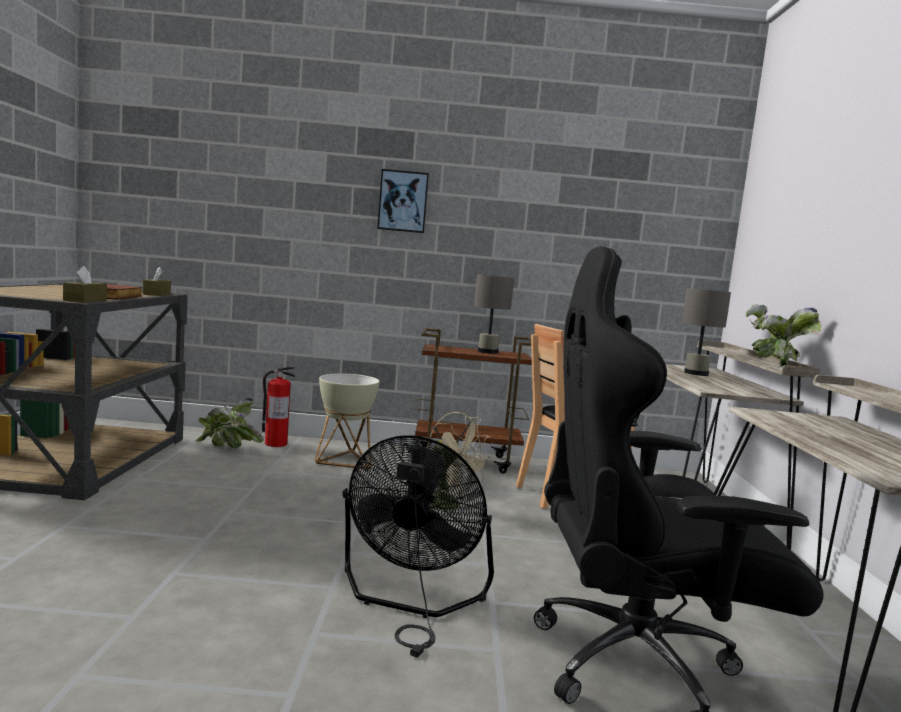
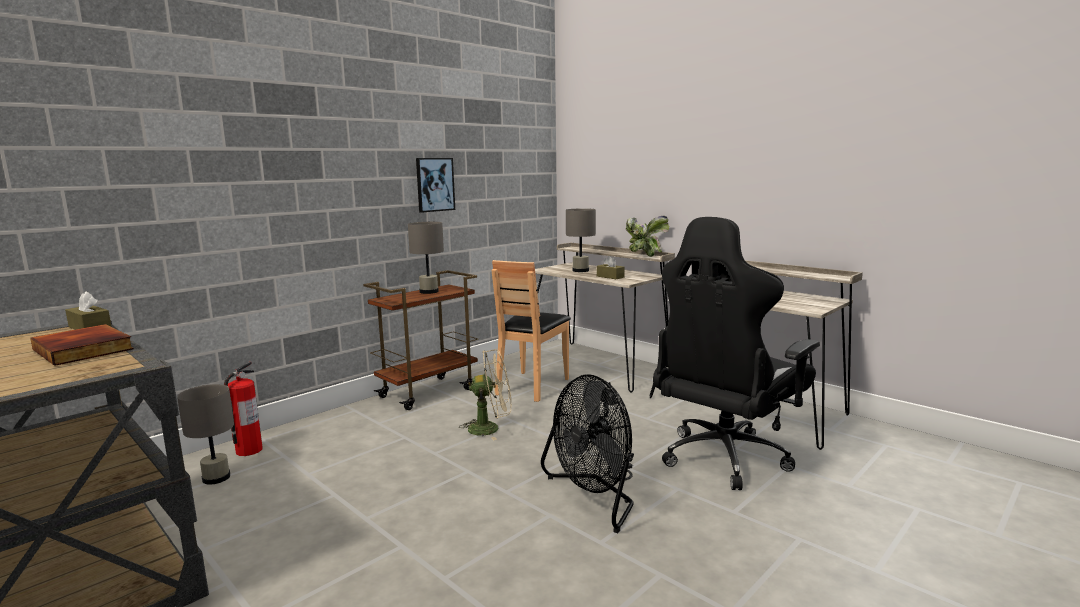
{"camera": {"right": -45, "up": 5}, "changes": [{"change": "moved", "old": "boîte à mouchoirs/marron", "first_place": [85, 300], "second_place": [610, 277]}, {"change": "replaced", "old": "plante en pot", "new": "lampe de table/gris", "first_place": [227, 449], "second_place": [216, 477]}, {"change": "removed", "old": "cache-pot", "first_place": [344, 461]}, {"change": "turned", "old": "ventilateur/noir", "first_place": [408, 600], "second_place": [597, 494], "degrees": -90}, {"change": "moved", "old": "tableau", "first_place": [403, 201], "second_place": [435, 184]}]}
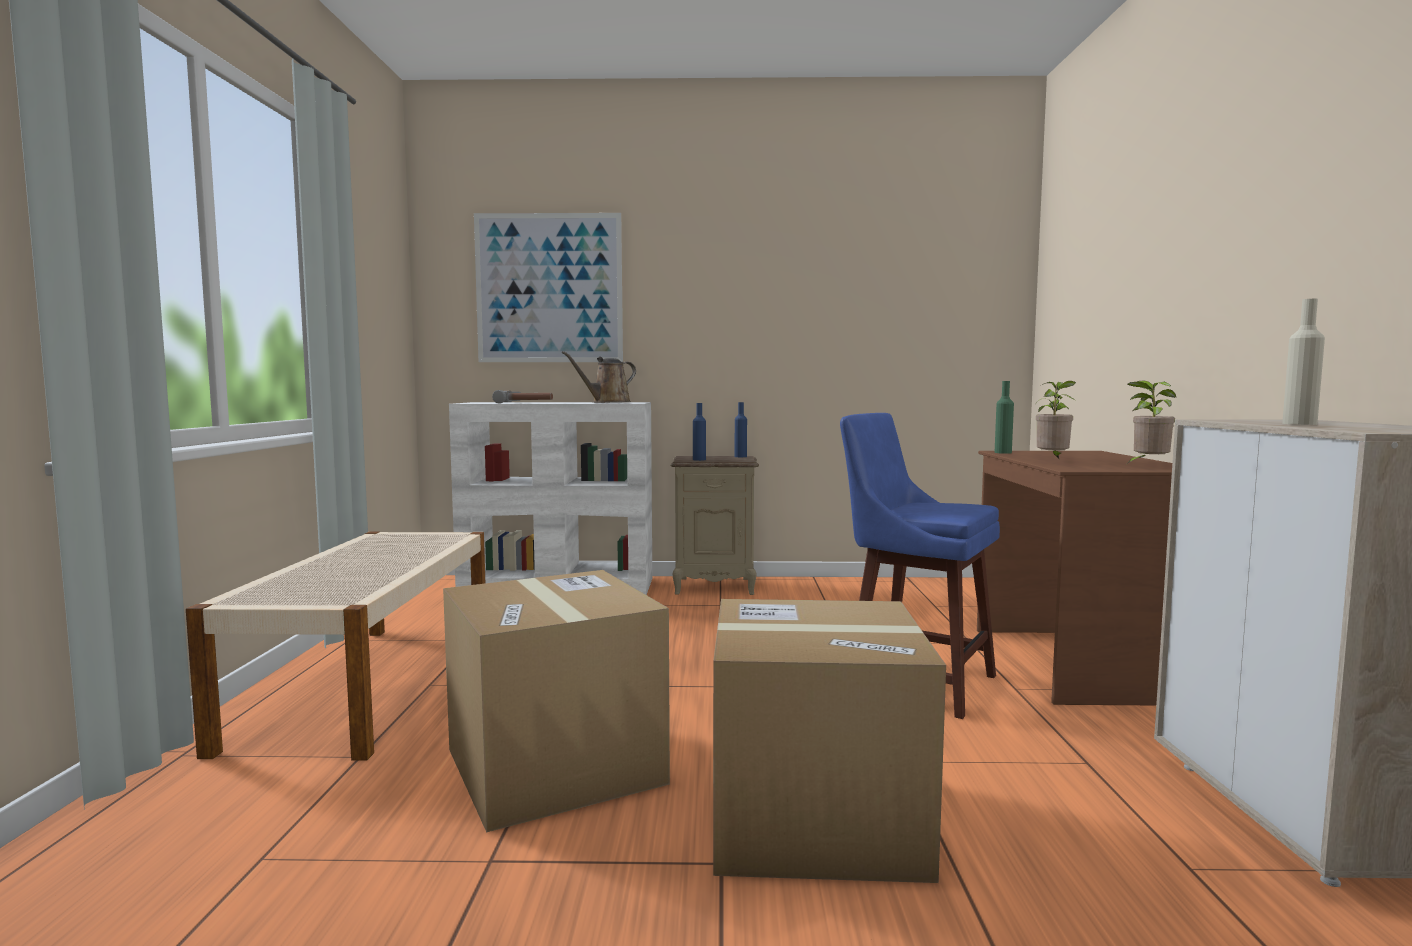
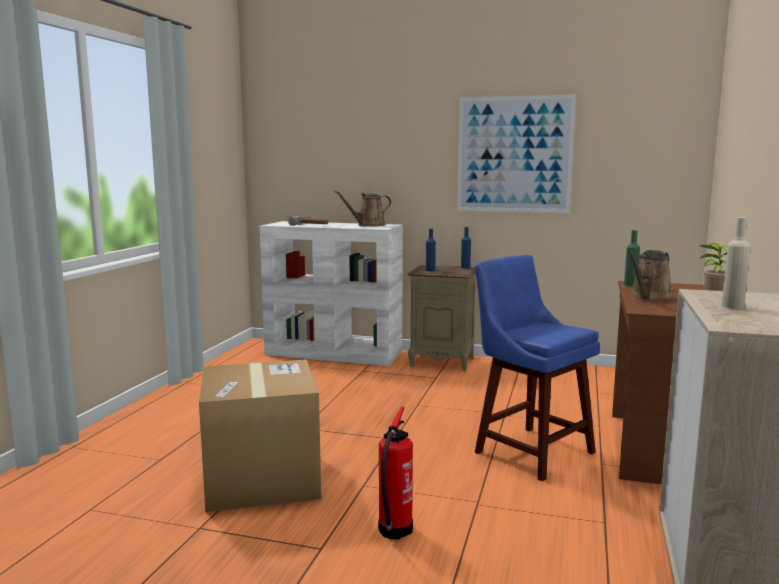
{"camera": {"right": 15, "up": 5}, "changes": [{"change": "removed", "old": "banc/beige", "first_place": [369, 683]}, {"change": "moved", "old": "tableau", "first_place": [549, 288], "second_place": [514, 154]}, {"change": "replaced", "old": "carton", "new": "extincteur", "first_place": [815, 818], "second_place": [393, 531]}, {"change": "replaced", "old": "plante en pot", "new": "arrosoir/marron", "first_place": [1053, 460], "second_place": [649, 298]}]}
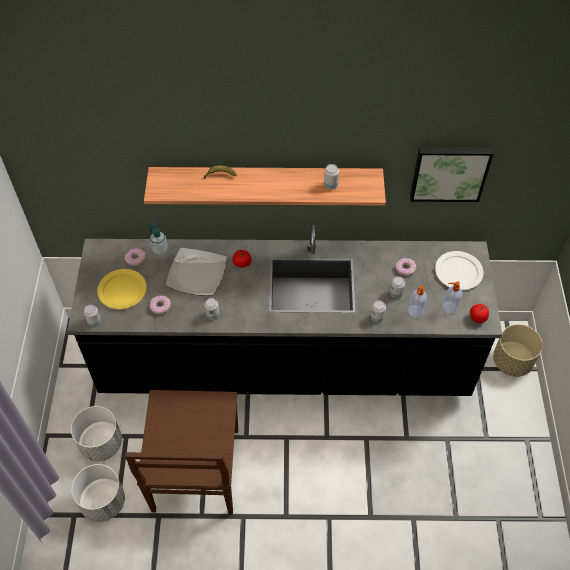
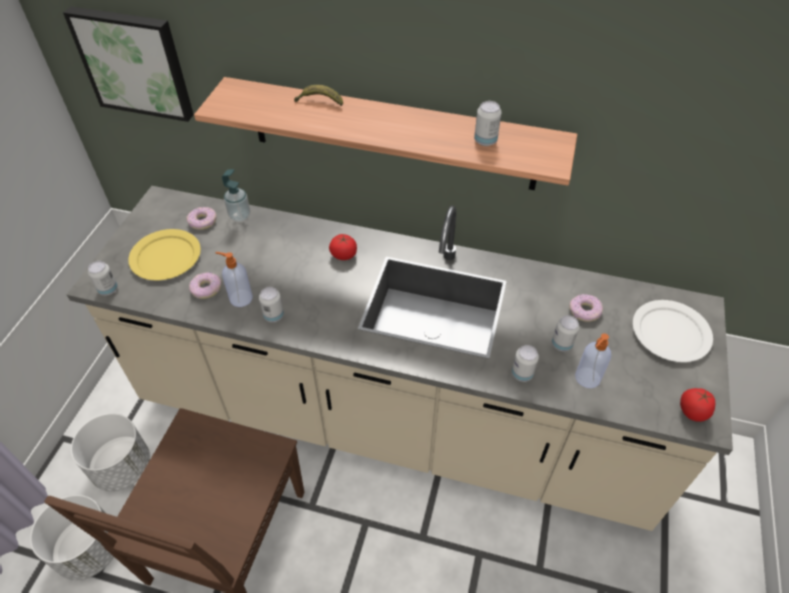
{"camera": {"right": 15, "up": -5}, "changes": [{"change": "recoloured", "old": "comptoir de cuisine/noir", "new": "comptoir de cuisine/beige", "first_place": [285, 365], "second_place": [394, 419]}, {"change": "removed", "old": "assiette", "first_place": [196, 273]}, {"change": "moved", "old": "tableau", "first_place": [449, 172], "second_place": [135, 63]}, {"change": "moved", "old": "distributeur de savon", "first_place": [449, 307], "second_place": [240, 298]}, {"change": "removed", "old": "cache-pot/beige", "first_place": [511, 362]}]}
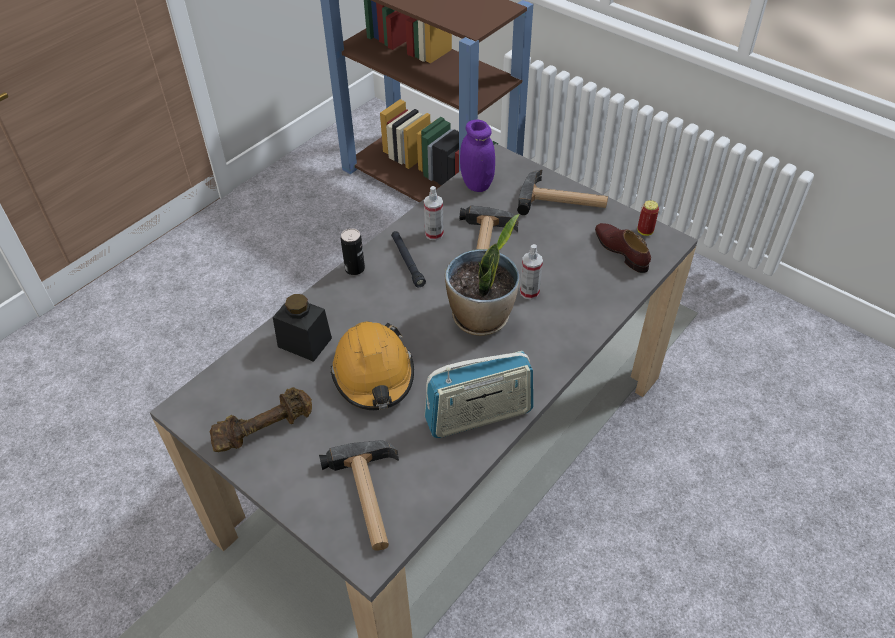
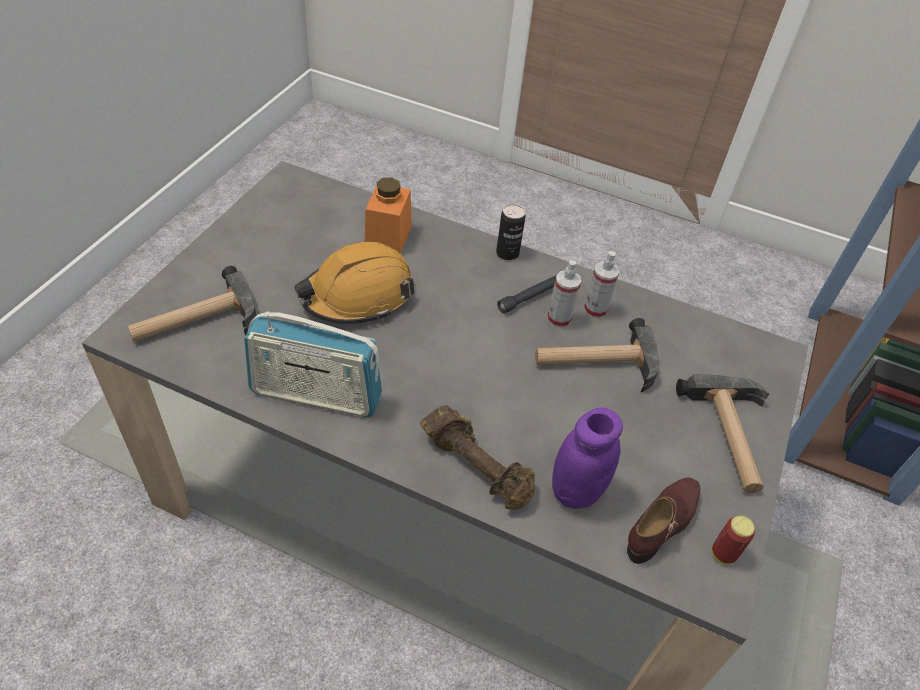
{"camera": {"right": 70, "up": 0}, "changes": [{"change": "moved", "old": "haltère/marron", "first_place": [263, 429], "second_place": [477, 467]}, {"change": "recoloured", "old": "bocal/noir", "new": "bocal/orange", "first_place": [304, 342], "second_place": [388, 237]}, {"change": "turned", "old": "radio", "first_place": [479, 416], "second_place": [316, 395], "degrees": -45}, {"change": "removed", "old": "plante en pot", "first_place": [481, 318]}, {"change": "moved", "old": "bocal/violet", "first_place": [477, 184], "second_place": [576, 491]}, {"change": "moved", "old": "vaporisateur", "first_place": [529, 292], "second_place": [559, 319]}]}
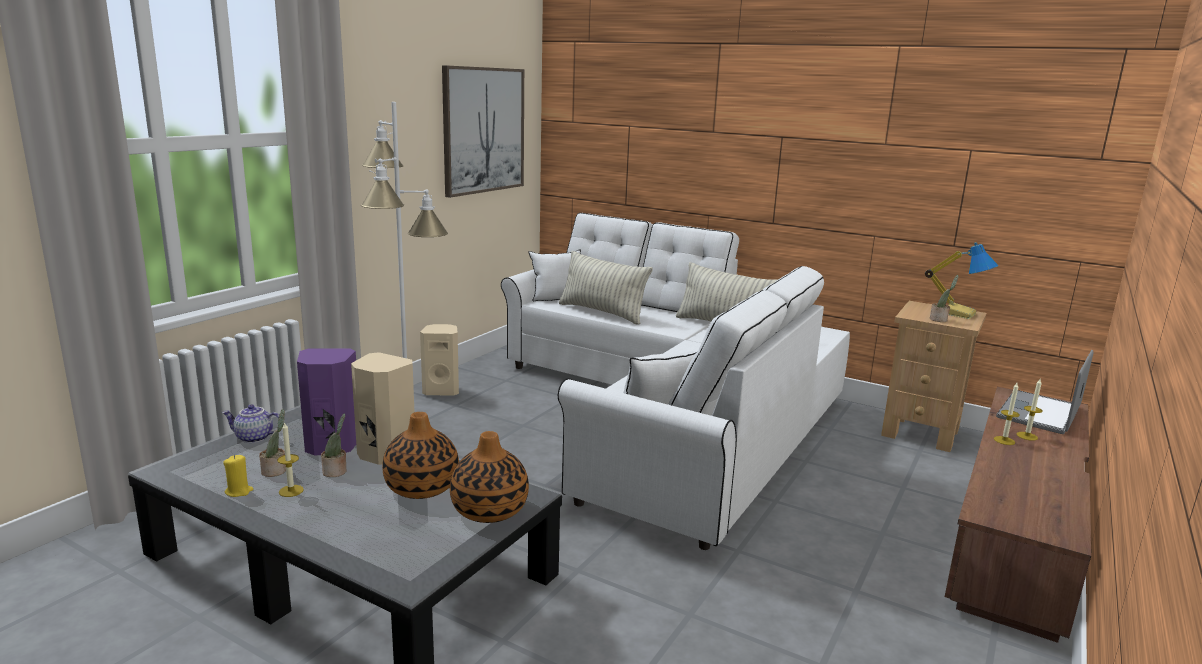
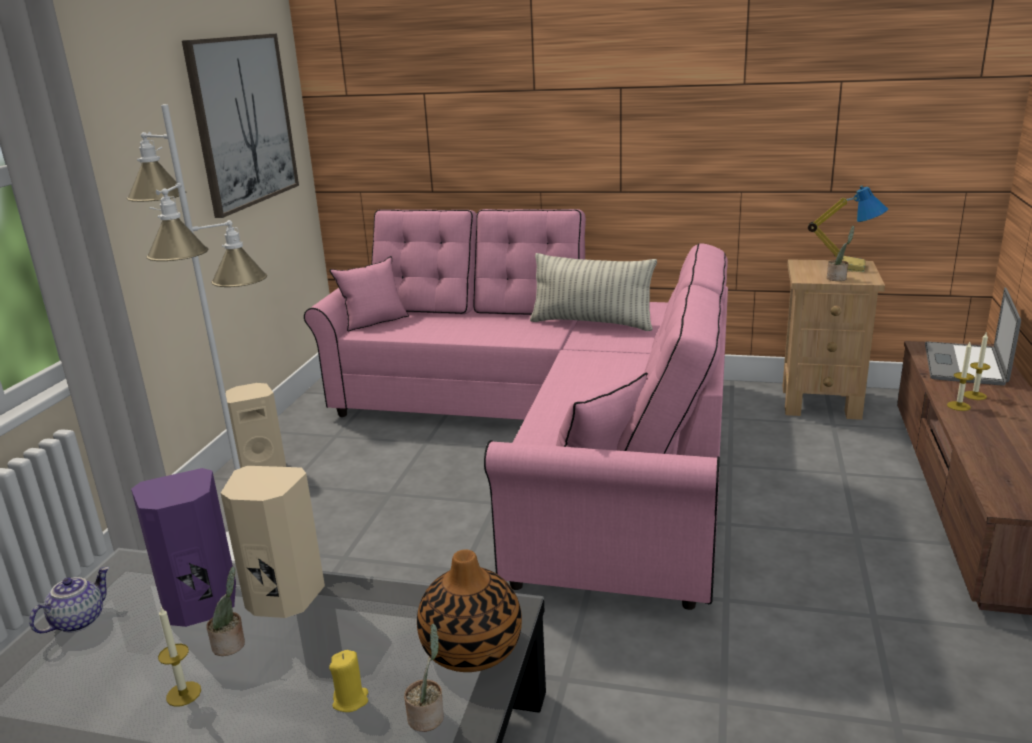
{"camera": {"right": -15, "up": 5}, "changes": [{"change": "turned", "old": "théière", "first_place": [253, 438], "second_place": [78, 620], "degrees": 135}, {"change": "moved", "old": "bougie/jaune", "first_place": [239, 491], "second_place": [351, 700]}, {"change": "moved", "old": "plante en pot", "first_place": [275, 471], "second_place": [428, 716]}, {"change": "removed", "old": "vase", "first_place": [422, 487]}, {"change": "recoloured", "old": "canapé/blanc", "new": "canapé/rose", "first_place": [674, 414], "second_place": [557, 438]}, {"change": "removed", "old": "coussin", "first_place": [602, 312]}]}
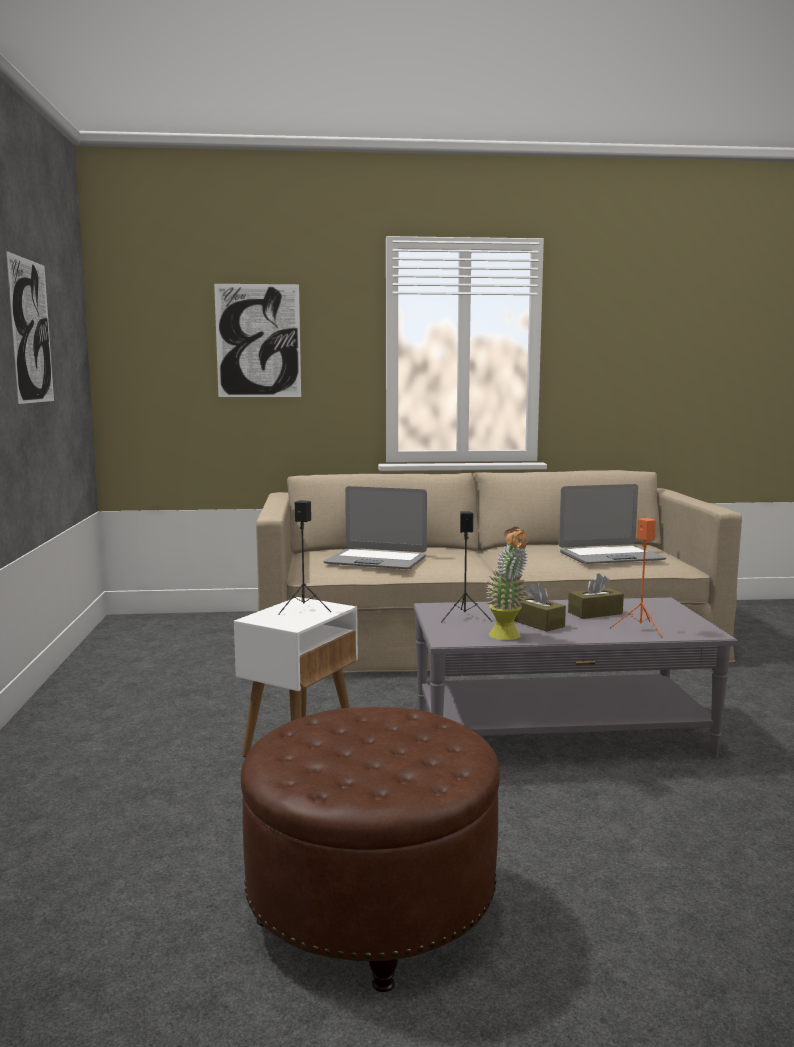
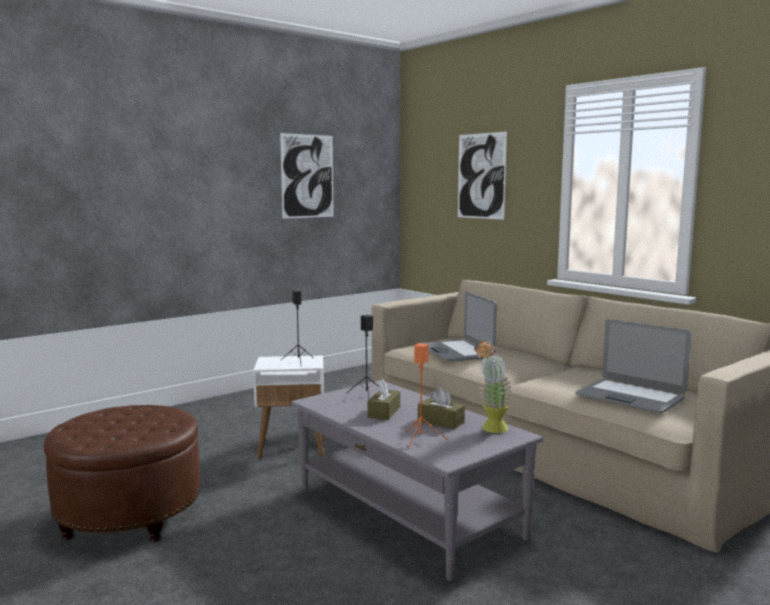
{"camera": {"right": 55, "up": 0}, "changes": [{"change": "moved", "old": "plante en pot", "first_place": [508, 638], "second_place": [491, 430]}]}
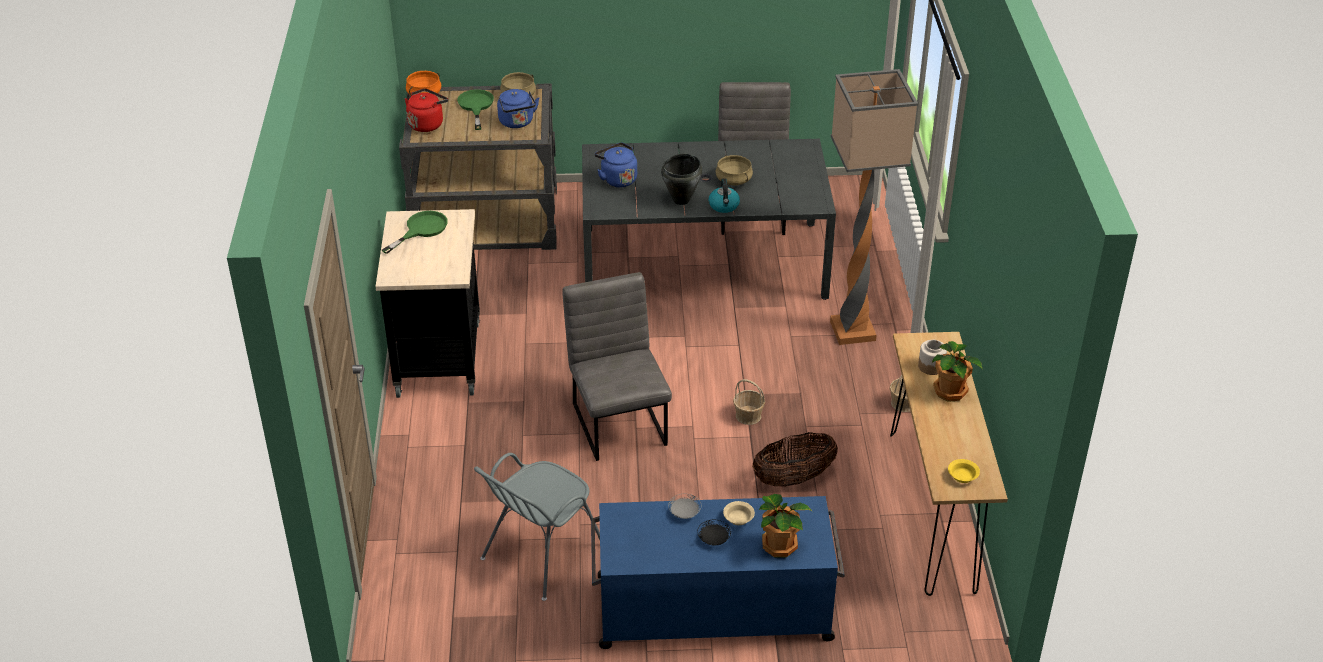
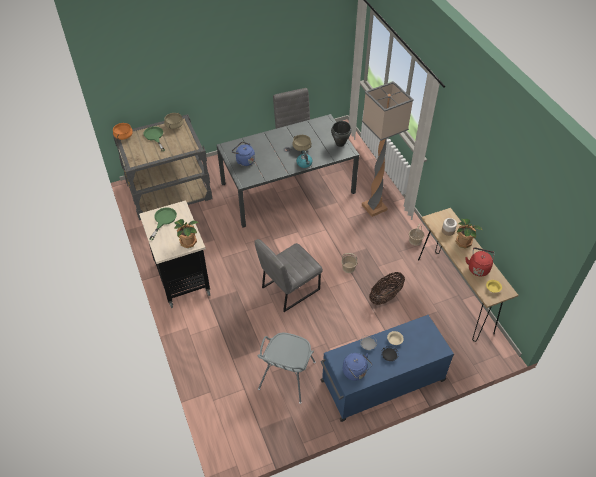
{"camera": {"right": -20, "up": 10}, "changes": [{"change": "moved", "old": "bouilloire/rouge", "first_place": [427, 124], "second_place": [478, 268]}, {"change": "moved", "old": "bouilloire/bleu", "first_place": [517, 123], "second_place": [355, 372]}, {"change": "turned", "old": "chaise/gris", "first_place": [619, 421], "second_place": [289, 289], "degrees": -90}, {"change": "moved", "old": "marmite/noir", "first_place": [682, 200], "second_place": [340, 144]}, {"change": "moved", "old": "plante en pot", "first_place": [779, 545], "second_place": [188, 242]}]}
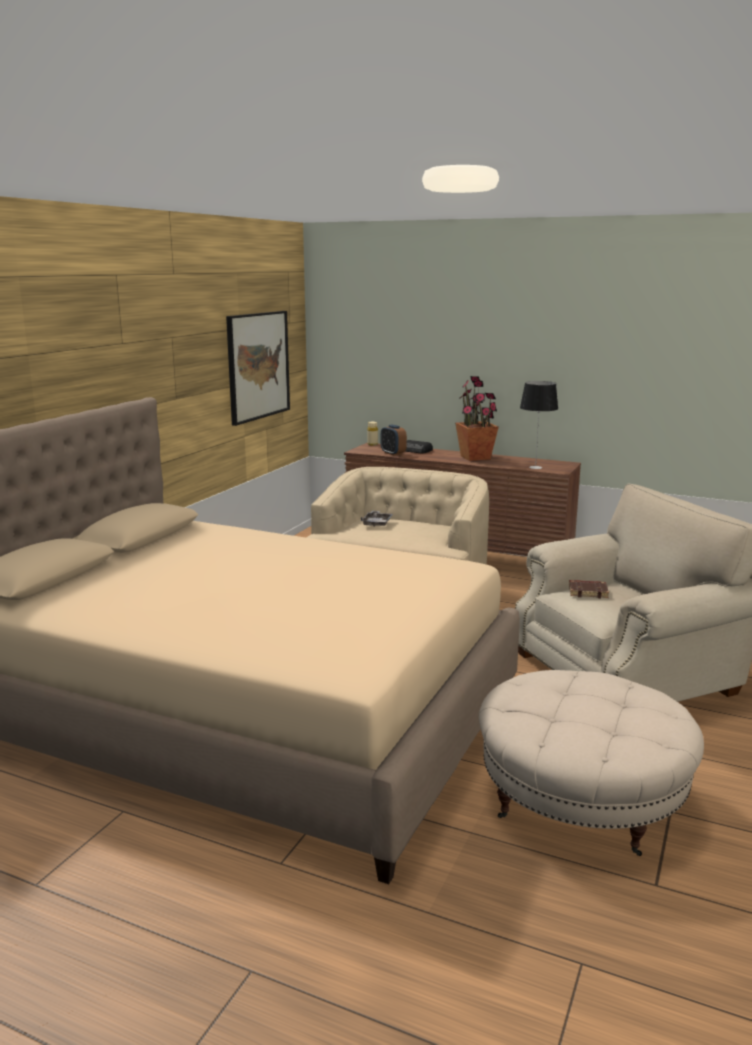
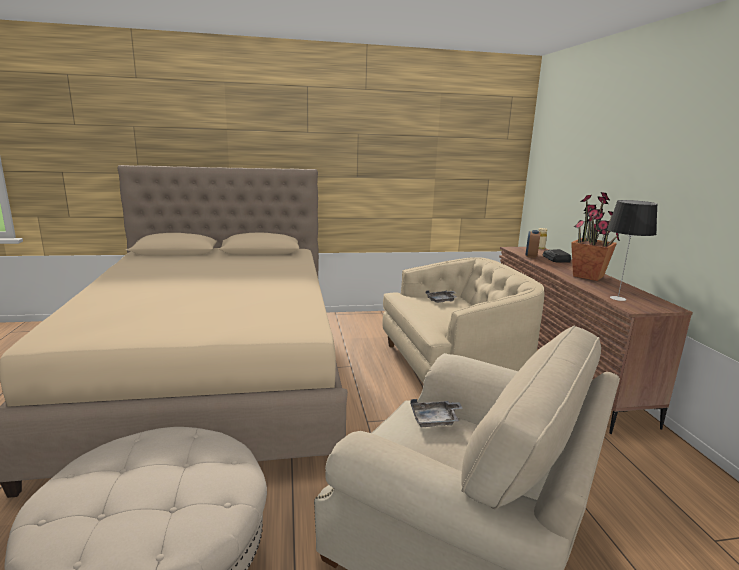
{"camera": {"right": 55, "up": 0}, "changes": [{"change": "removed", "old": "tableau", "first_place": [258, 366]}, {"change": "replaced", "old": "livre/marron", "new": "plateau/gris", "first_place": [588, 592], "second_place": [435, 420]}]}
